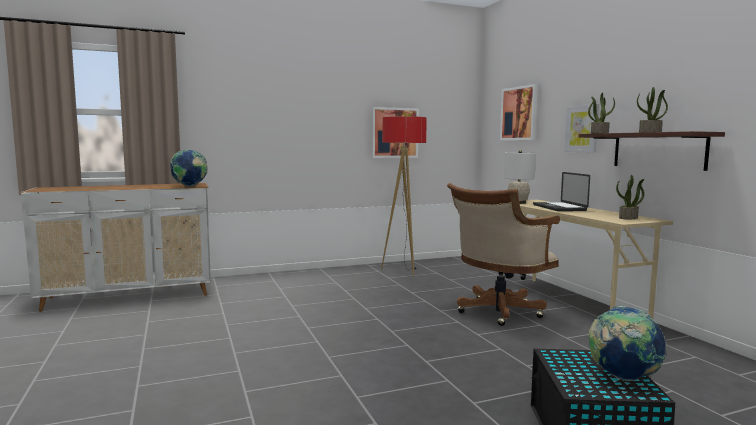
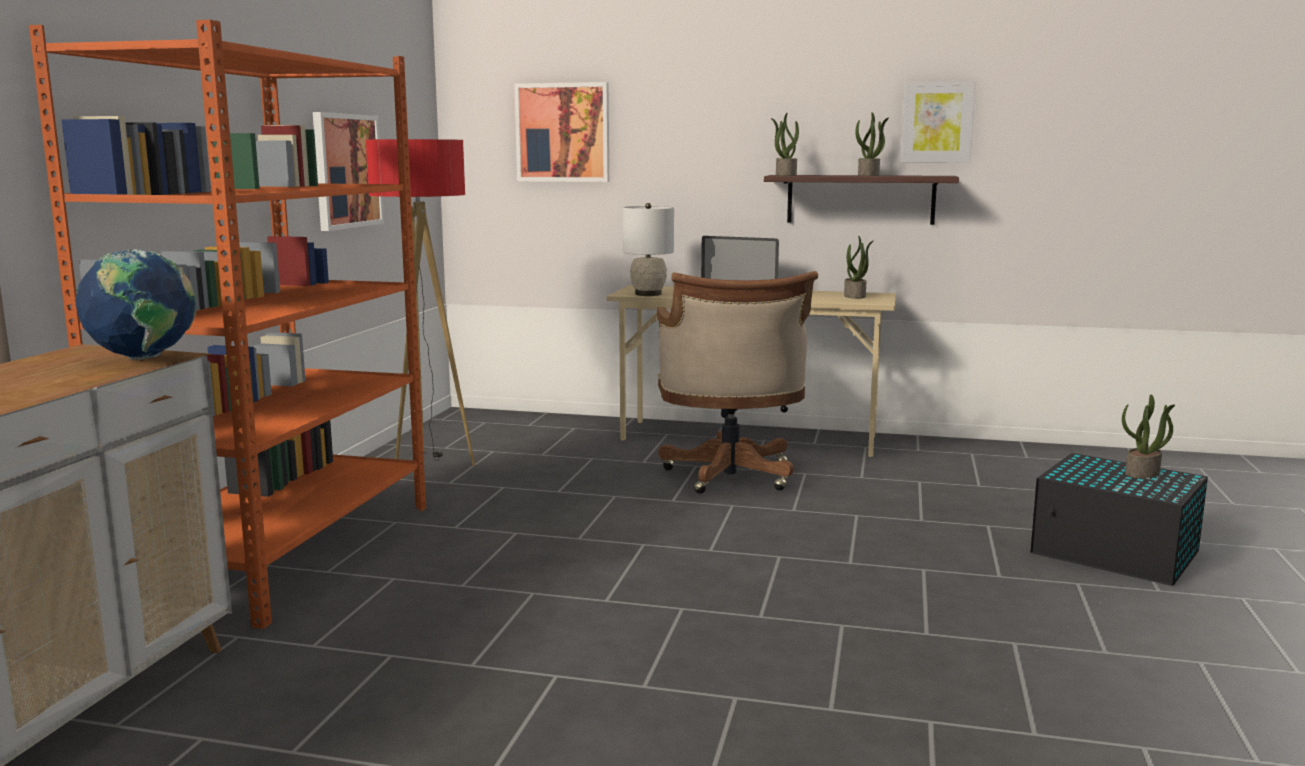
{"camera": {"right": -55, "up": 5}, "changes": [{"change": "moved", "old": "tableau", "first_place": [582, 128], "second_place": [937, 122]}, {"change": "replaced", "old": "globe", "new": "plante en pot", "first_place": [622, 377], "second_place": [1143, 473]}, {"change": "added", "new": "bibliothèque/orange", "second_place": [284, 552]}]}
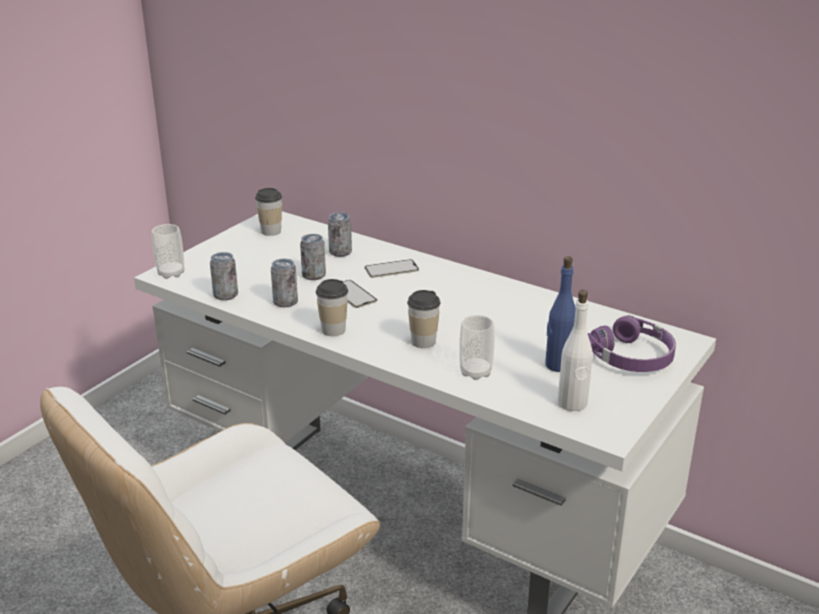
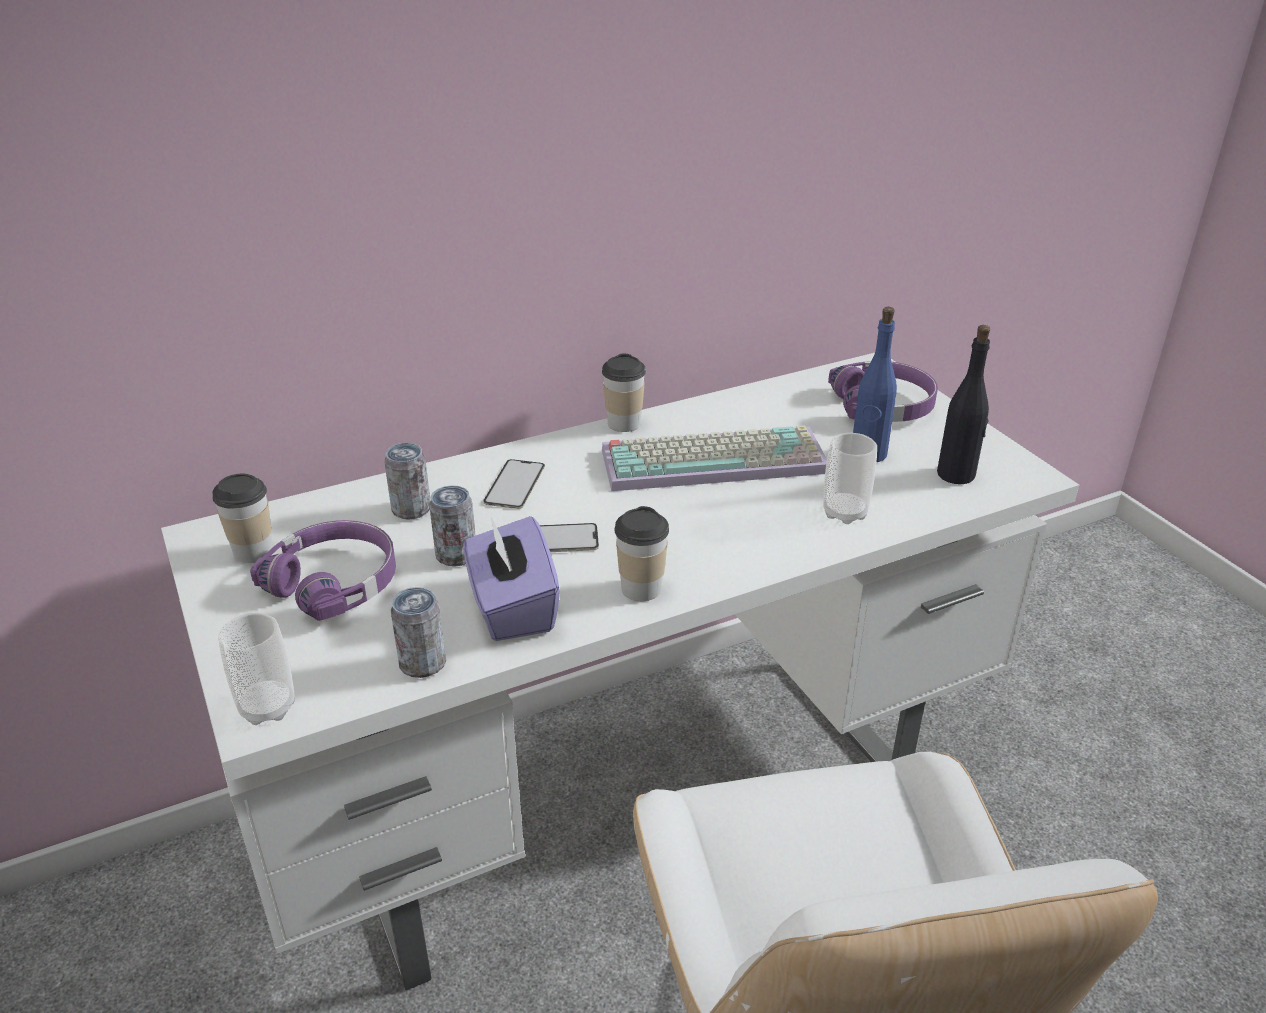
{"camera": {"right": -60, "up": 5}, "changes": [{"change": "replaced", "old": "boîte métallique", "new": "boîte à mouchoirs/violet", "first_place": [285, 302], "second_place": [512, 608]}, {"change": "moved", "old": "tasse", "first_place": [423, 341], "second_place": [624, 424]}, {"change": "recoloured", "old": "bouteille/blanc", "new": "bouteille/noir", "first_place": [572, 403], "second_place": [956, 474]}, {"change": "added", "new": "casque audio/violet", "second_place": [335, 581]}, {"change": "added", "new": "clavier", "second_place": [716, 459]}]}
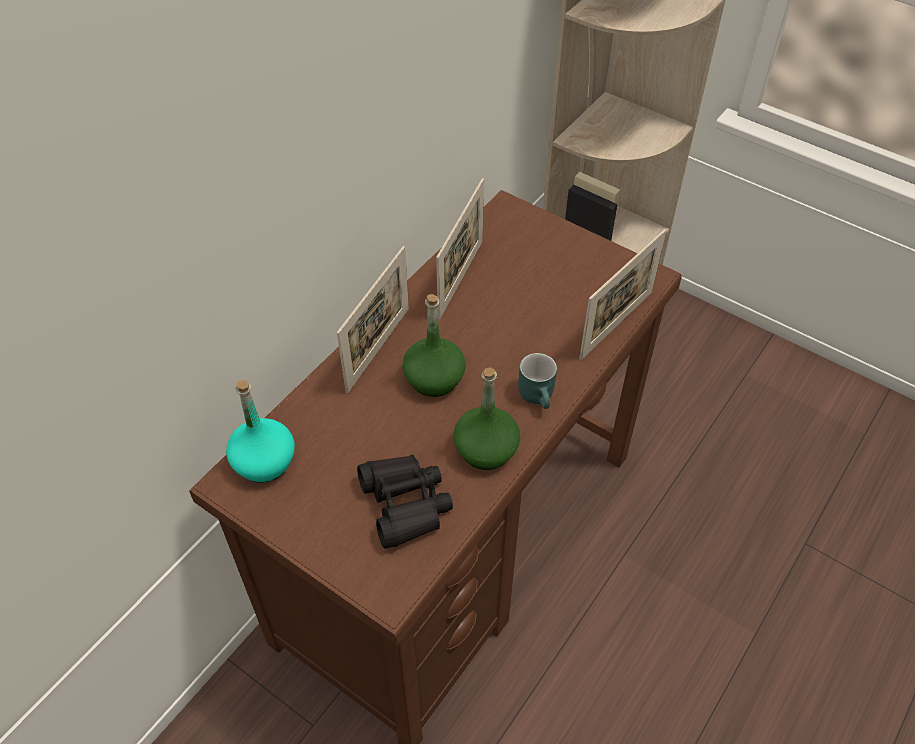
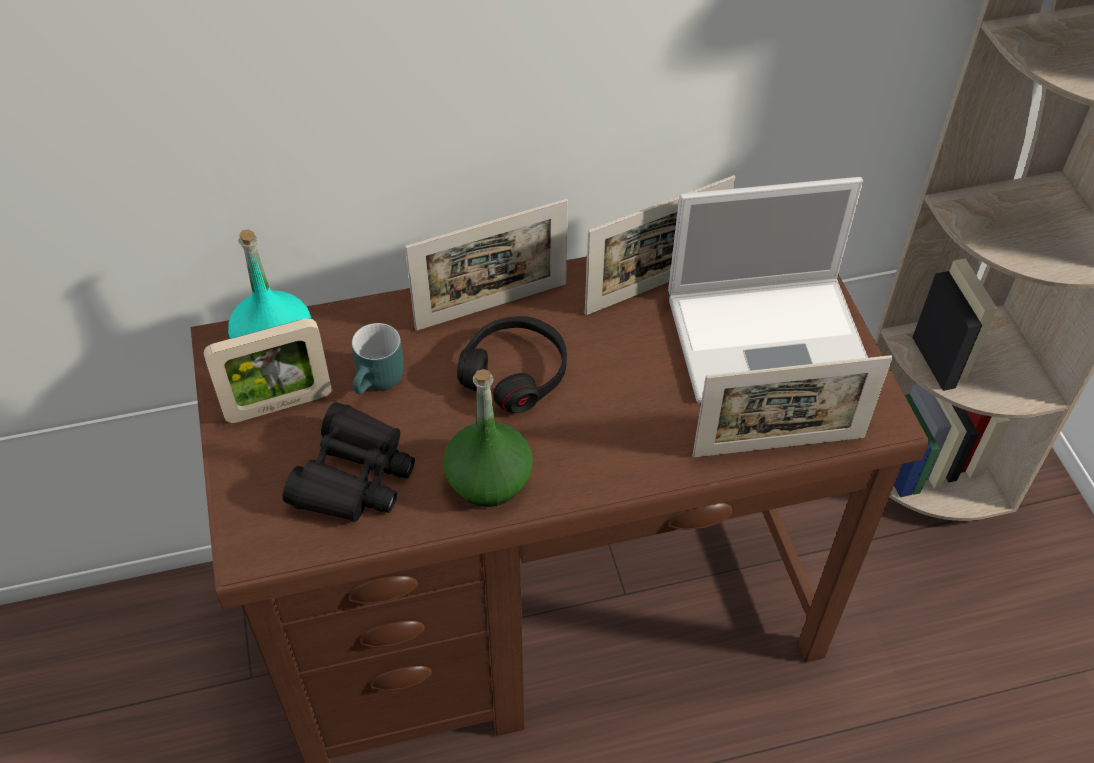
{"camera": {"right": 40, "up": 0}, "changes": [{"change": "replaced", "old": "bouteille/vert", "new": "casque audio/noir", "first_place": [434, 378], "second_place": [515, 372]}, {"change": "moved", "old": "mug/turquoise", "first_place": [540, 396], "second_place": [380, 382]}, {"change": "added", "new": "cadre photo", "second_place": [279, 405]}, {"change": "added", "new": "ordinateur portable", "second_place": [771, 337]}]}
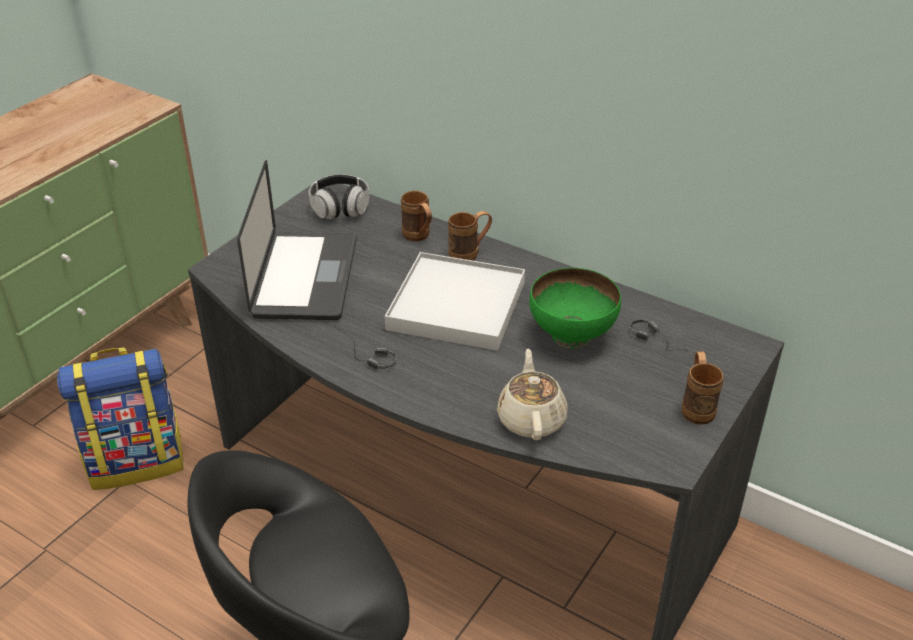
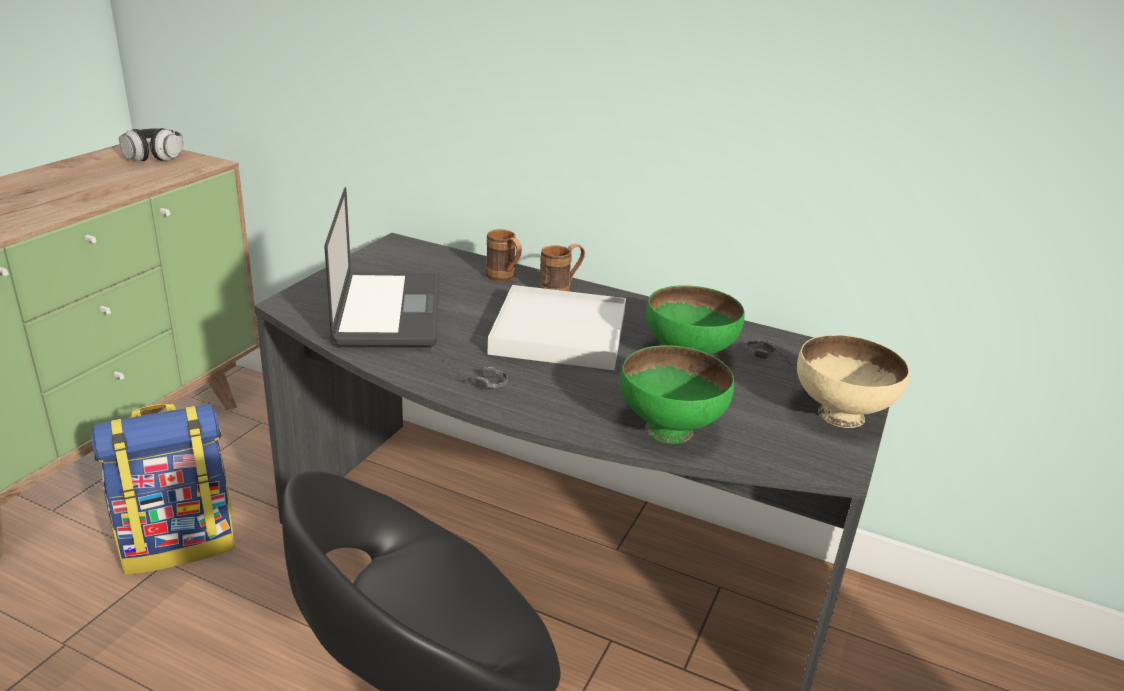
{"camera": {"right": -10, "up": -10}, "changes": [{"change": "moved", "old": "casque audio", "first_place": [340, 208], "second_place": [154, 156]}, {"change": "replaced", "old": "théière/beige", "new": "bol/vert", "first_place": [531, 419], "second_place": [670, 430]}, {"change": "replaced", "old": "mug/marron", "new": "bol/beige", "first_place": [697, 406], "second_place": [840, 414]}]}
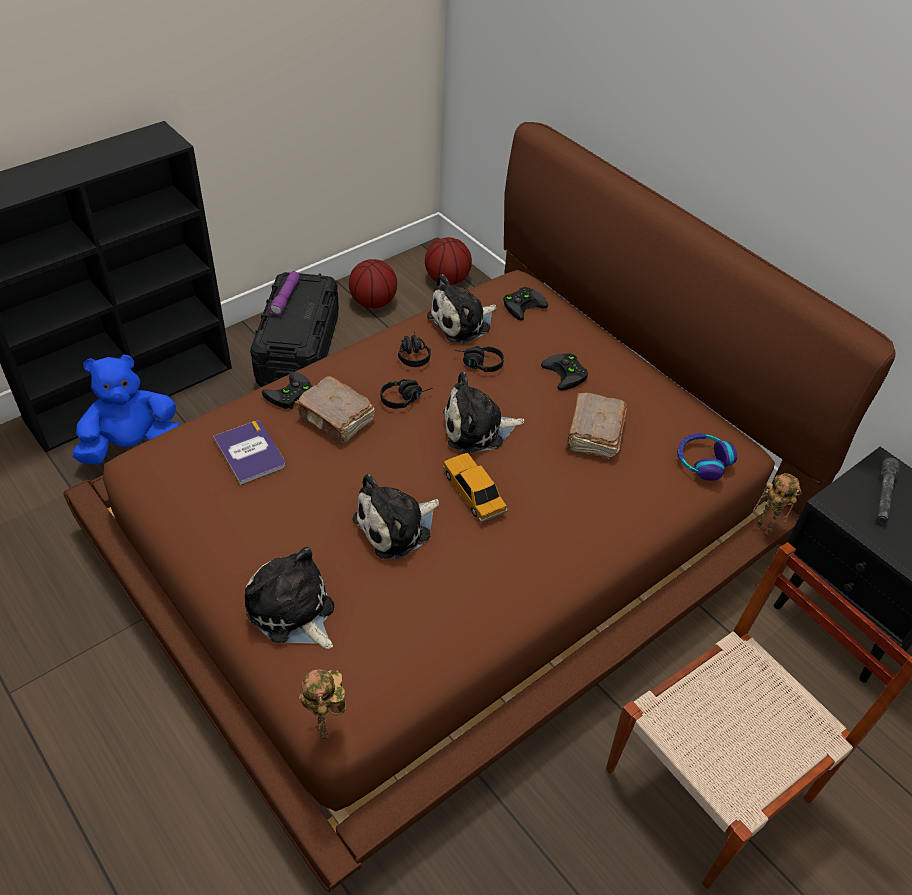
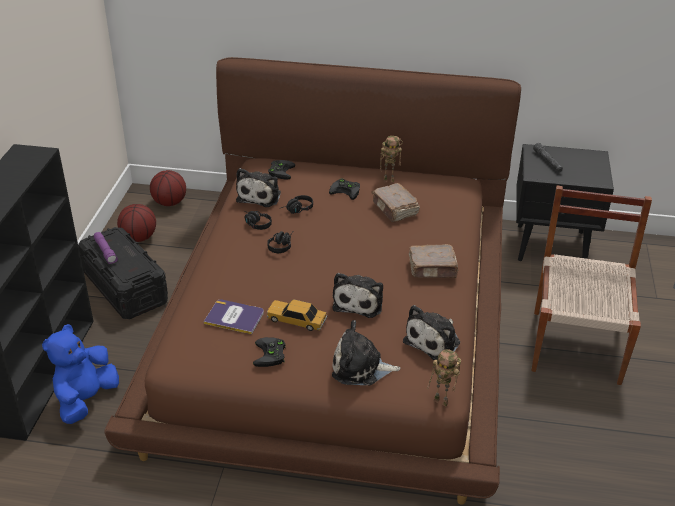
{"camera": {"right": -40, "up": -10}, "changes": [{"change": "moved", "old": "manette/noir", "first_place": [289, 395], "second_place": [271, 355]}, {"change": "moved", "old": "livre/marron", "first_place": [336, 419], "second_place": [433, 269]}, {"change": "moved", "old": "peluche", "first_place": [477, 429], "second_place": [434, 341]}, {"change": "moved", "old": "petite voiture", "first_place": [473, 493], "second_place": [296, 320]}, {"change": "removed", "old": "casque audio", "first_place": [703, 461]}, {"change": "moved", "old": "robot jouet", "first_place": [765, 528], "second_place": [389, 180]}]}
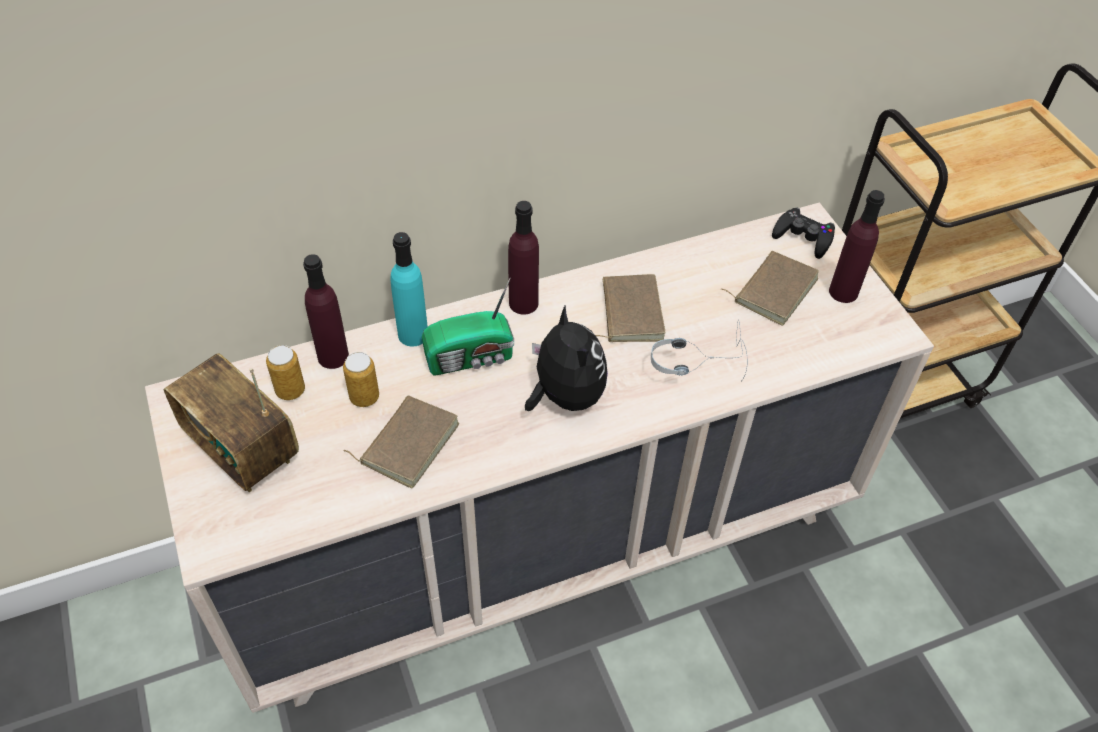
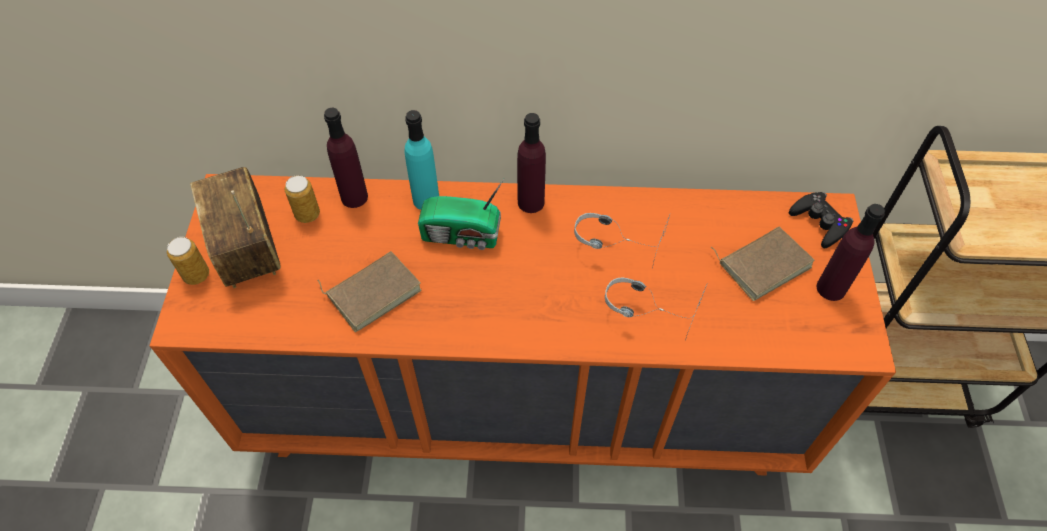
{"camera": {"right": 25, "up": 5}, "changes": [{"change": "recoloured", "old": "commode/beige", "new": "commode/orange", "first_place": [545, 542], "second_place": [525, 402]}, {"change": "moved", "old": "boîte métallique", "first_place": [364, 397], "second_place": [196, 275]}, {"change": "removed", "old": "peluche", "first_place": [565, 396]}, {"change": "replaced", "old": "livre/marron", "new": "casque audio", "first_place": [629, 312], "second_place": [618, 240]}]}
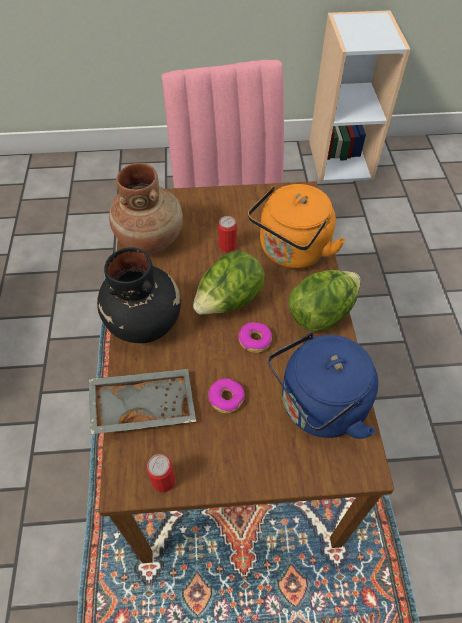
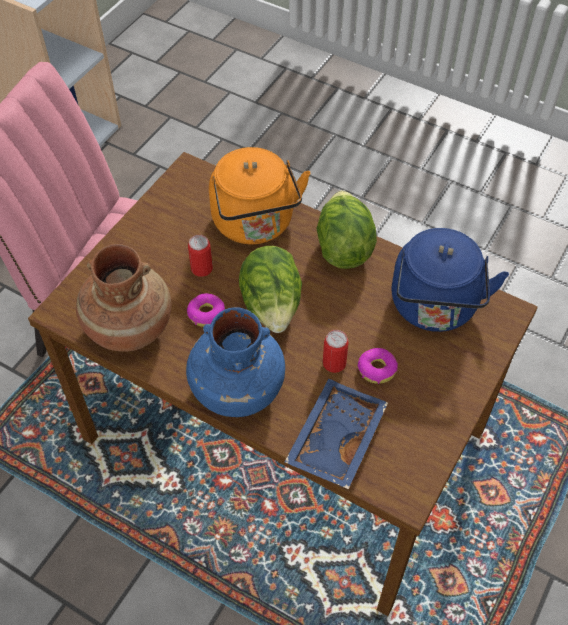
{"camera": {"right": -55, "up": 0}, "changes": [{"change": "recoloured", "old": "plateau/gris", "new": "plateau/bleu", "first_place": [143, 404], "second_place": [334, 438]}, {"change": "recoloured", "old": "vase/noir", "new": "vase/bleu", "first_place": [144, 321], "second_place": [237, 388]}, {"change": "moved", "old": "boîte métallique", "first_place": [163, 480], "second_place": [334, 363]}, {"change": "moved", "old": "beignet", "first_place": [255, 340], "second_place": [206, 313]}]}
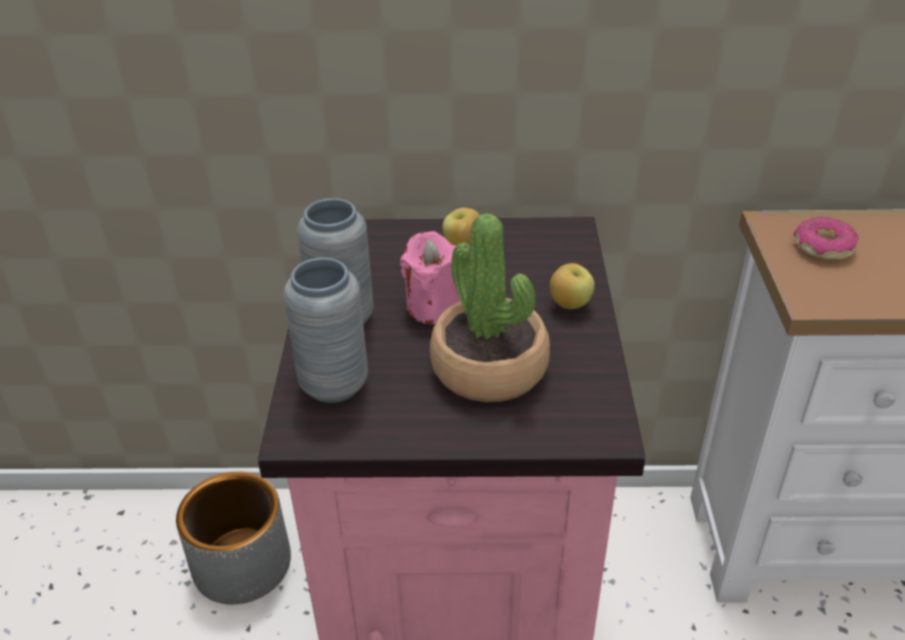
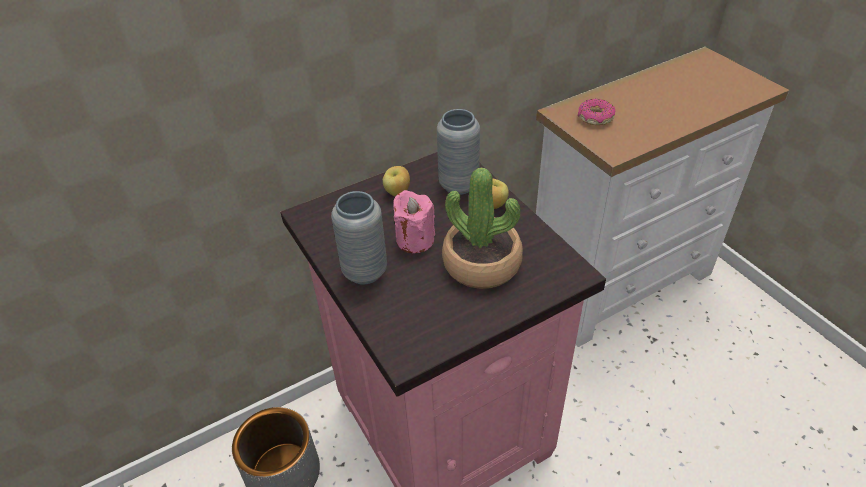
{"camera": {"right": -30, "up": 5}, "changes": [{"change": "moved", "old": "vase/gris", "first_place": [334, 385], "second_place": [458, 185]}]}
